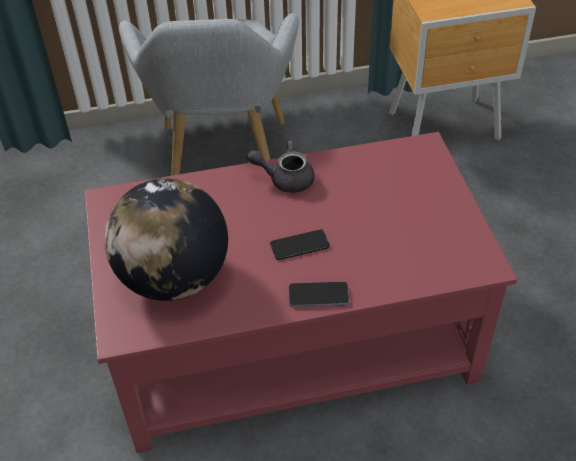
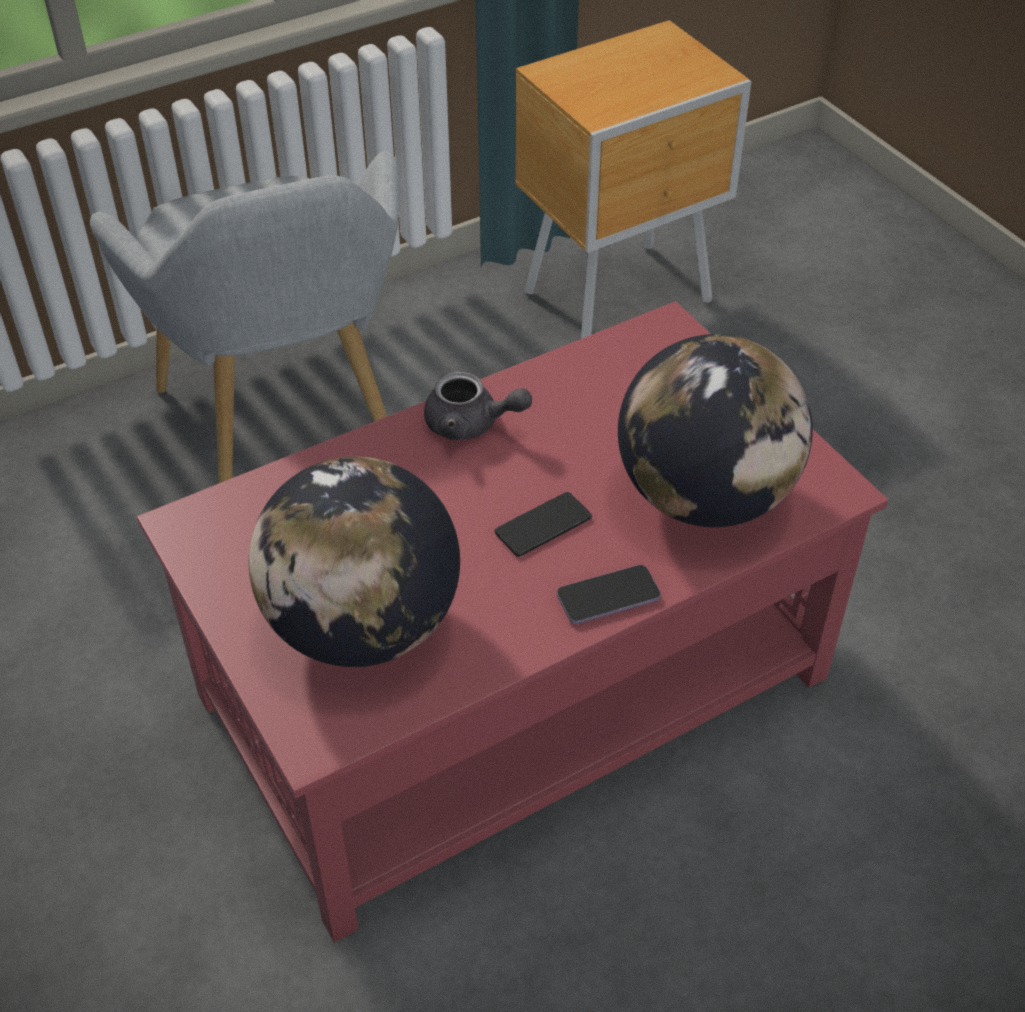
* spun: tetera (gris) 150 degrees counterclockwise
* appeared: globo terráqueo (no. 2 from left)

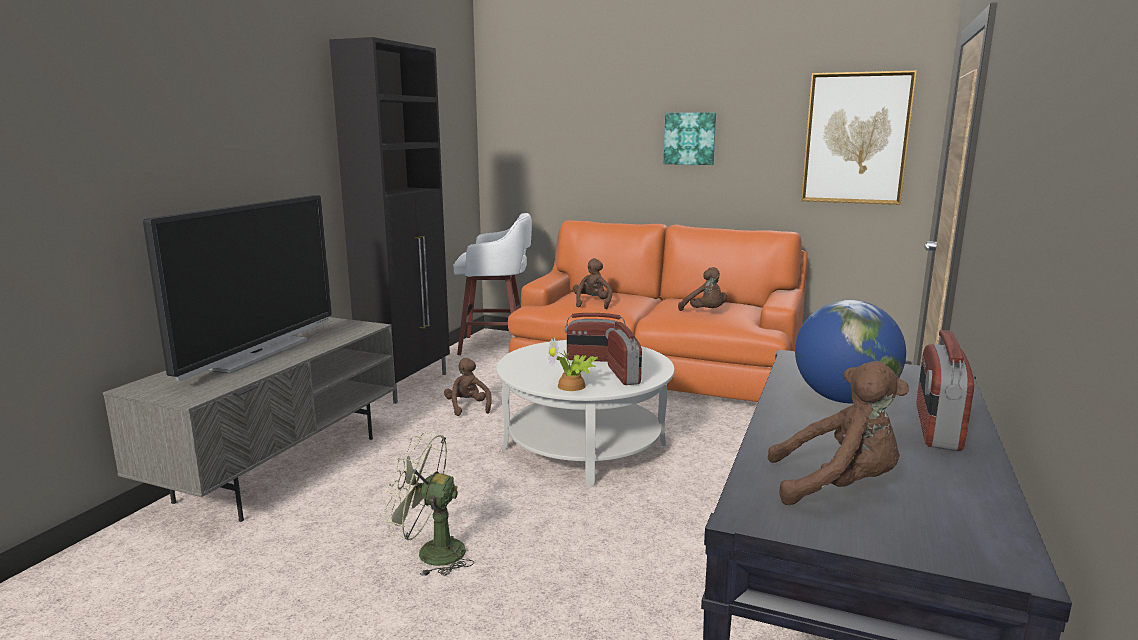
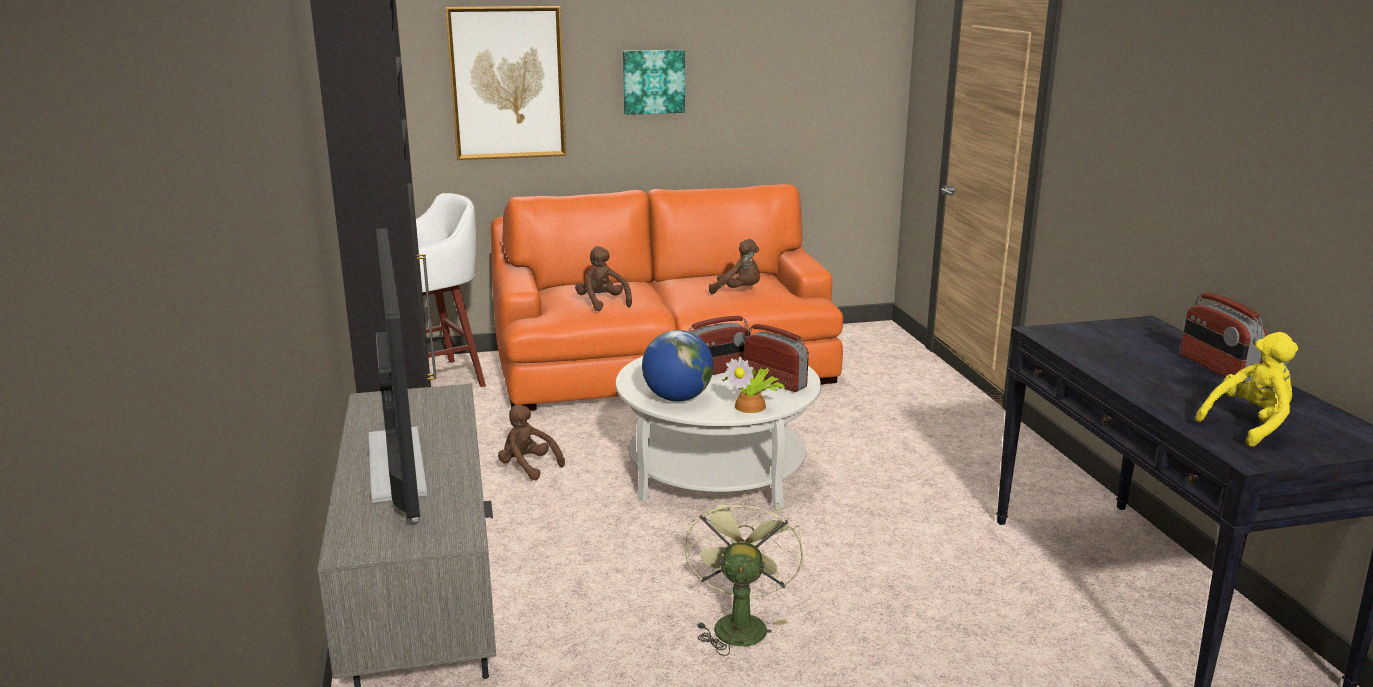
* relocated: cuadro (no. 2 from left in the first image) to cuadro (no. 1 from left)
* relocated: globo terráqueo
* spun: ventilador (verde) 120 degrees clockwise
* colour: peluche (marrón) (no. 4 from left) to peluche (amarillo)

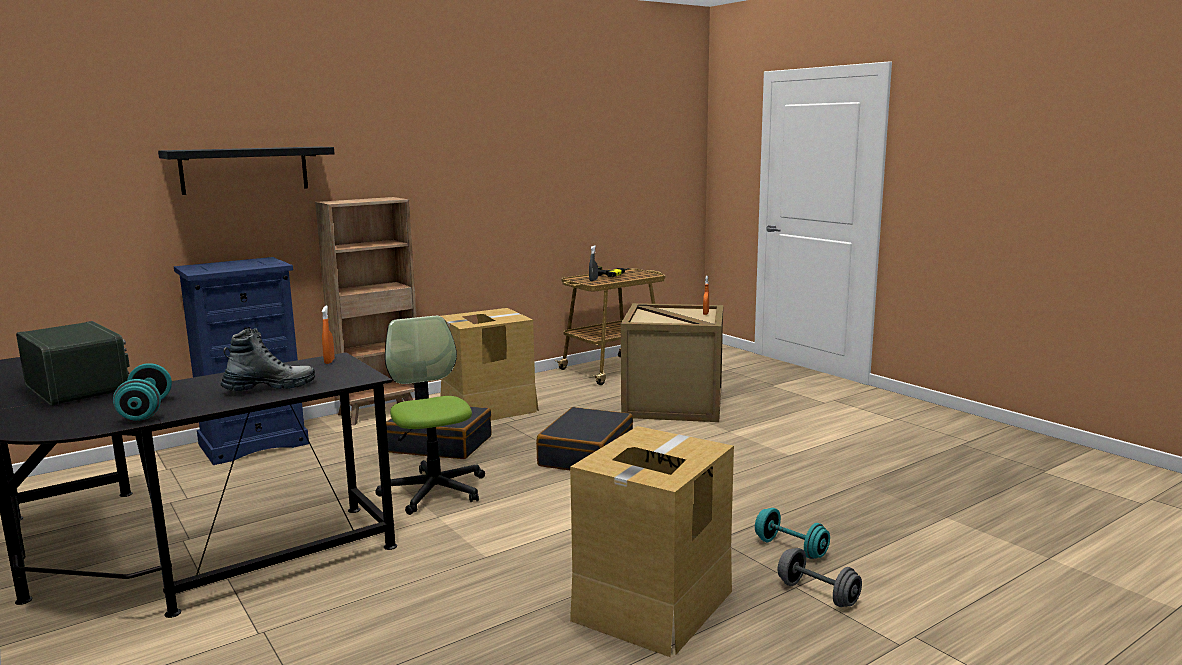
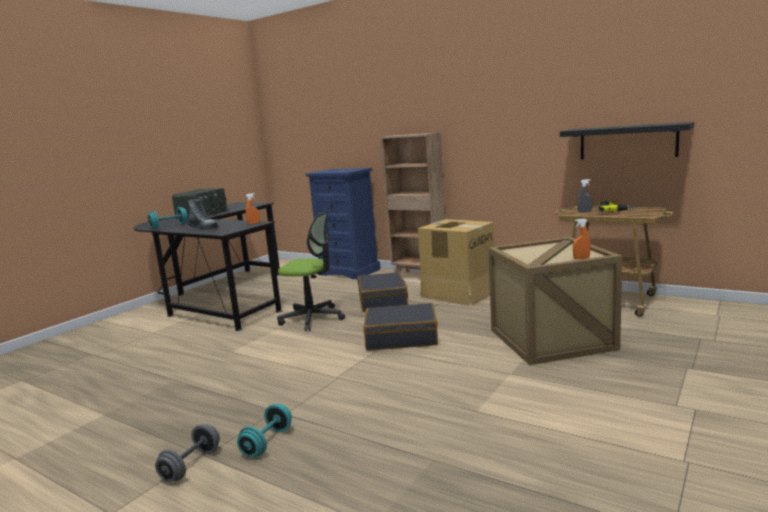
* spun: silla de oficina 60 degrees clockwise
* relocated: estante (negro)
* missing: caja de cartón (no. 2 from left)

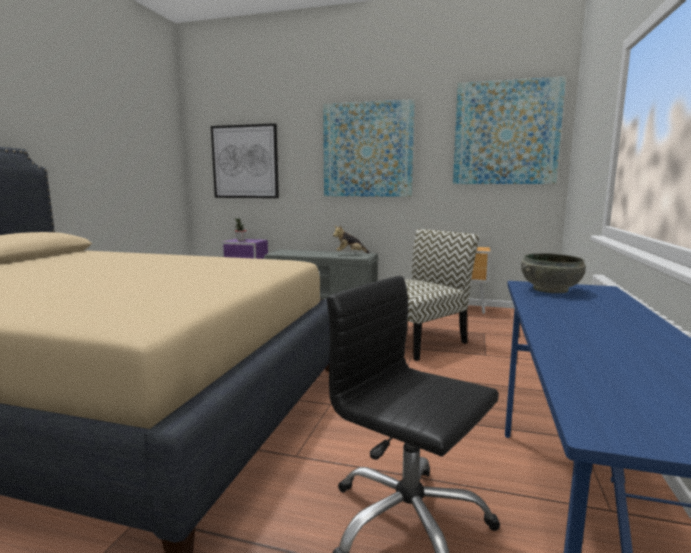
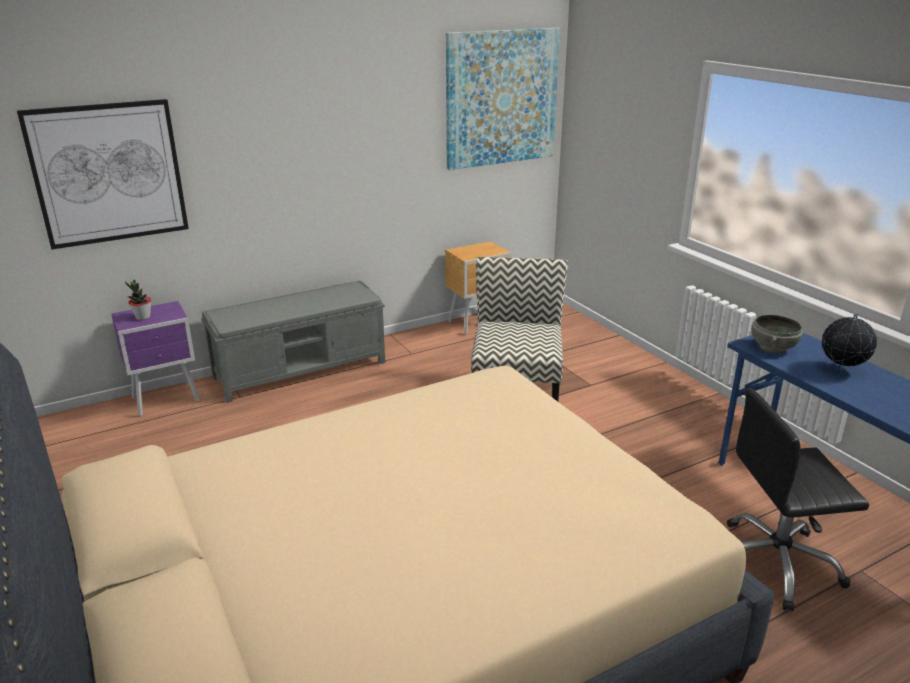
* appeared: globo terráqueo
* missing: cuadro (no. 2 from left)
* missing: peluche

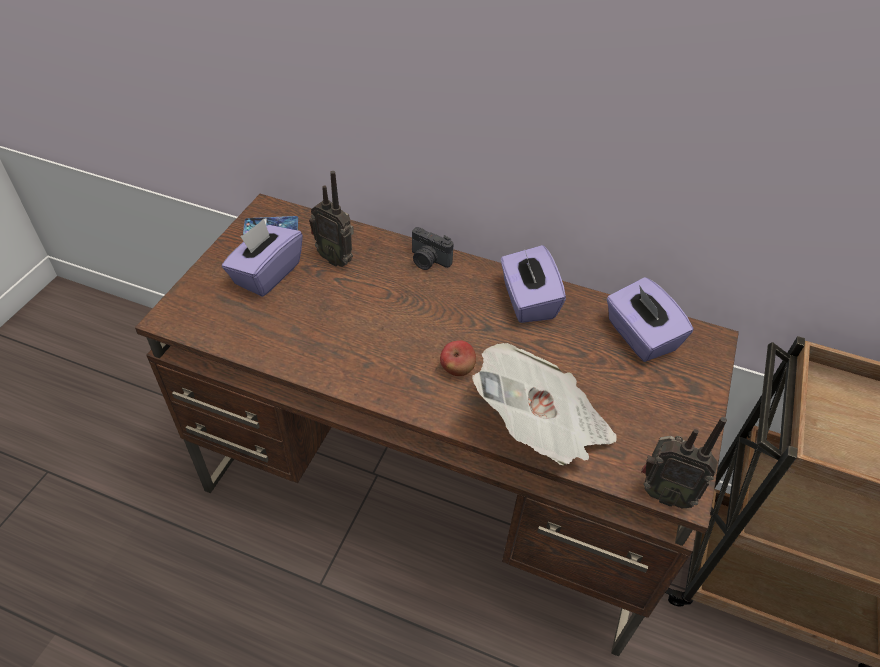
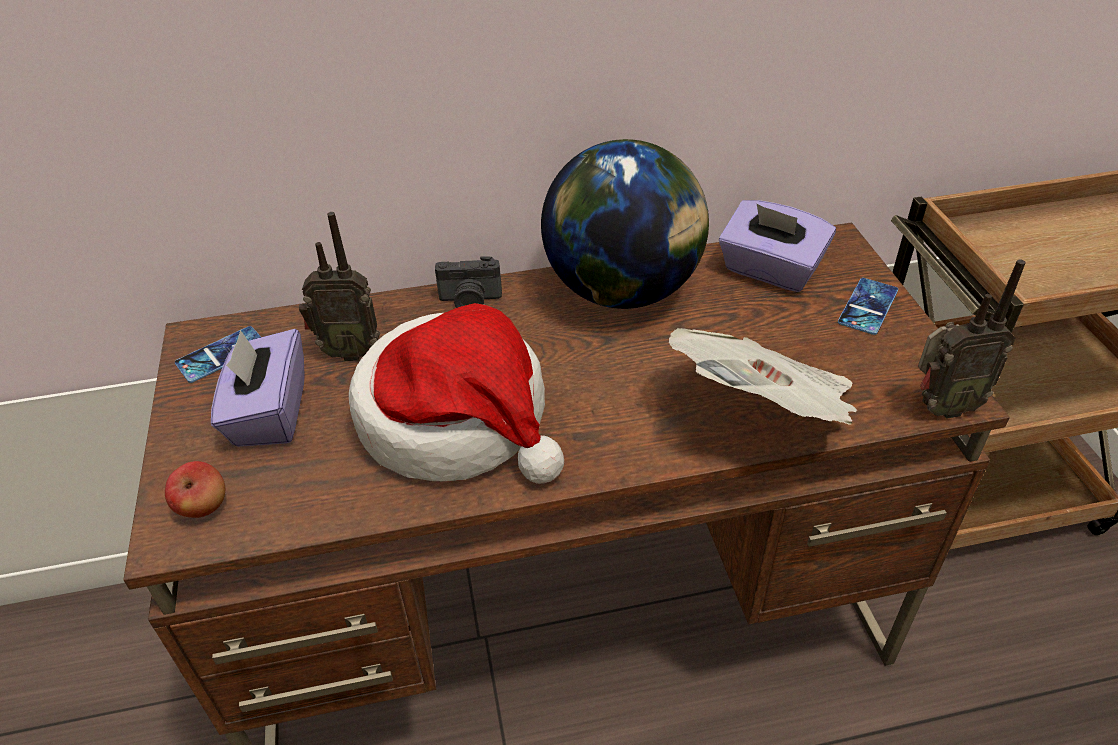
* relocated: manzana
* appeared: sombrero
* exchanged: caja de pañuelos (morado) (no. 2 from left) to globo terráqueo
* appeared: móvil (no. 2 from left)

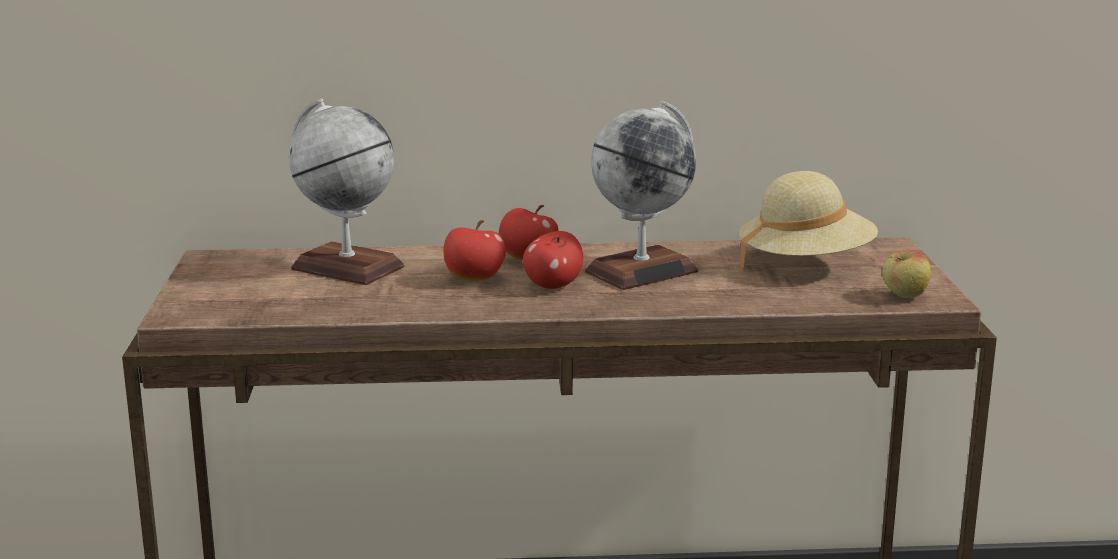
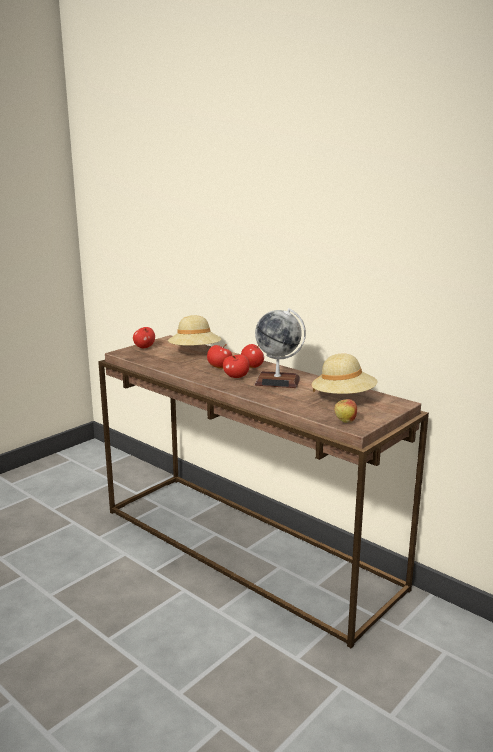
* appeared: manzana (no. 1 from left)
* exchanged: globo terráqueo (no. 1 from left) to sombrero (beis) (no. 1 from left)

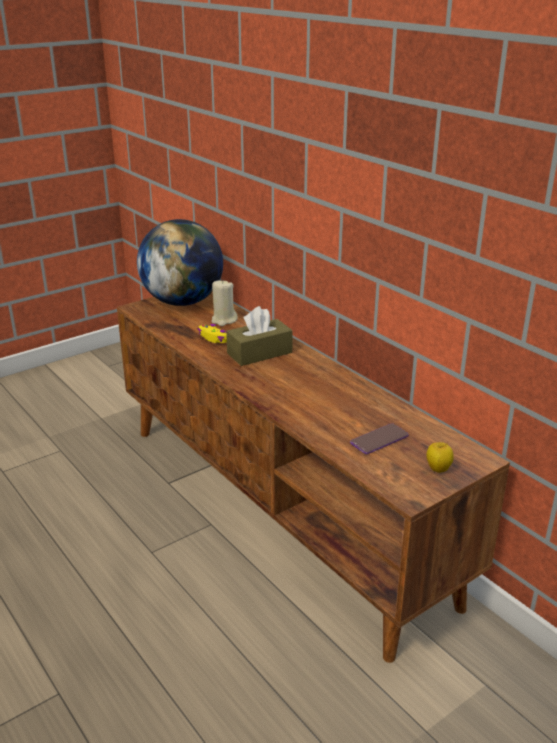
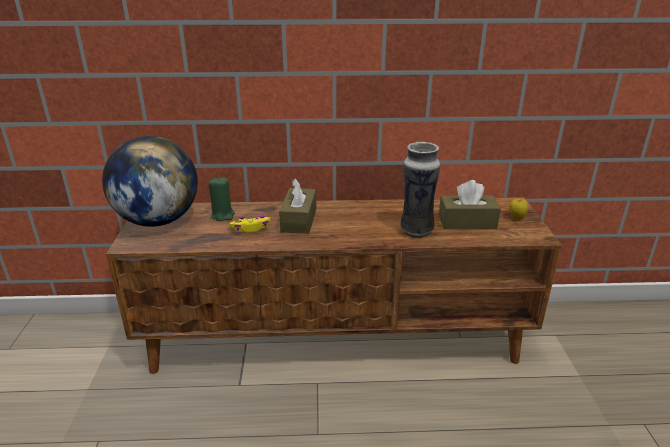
* colour: vela (beis) to vela (verde)
* appeared: florero
* exchanged: móvil to caja de pañuelos (marrón) (no. 2 from left)

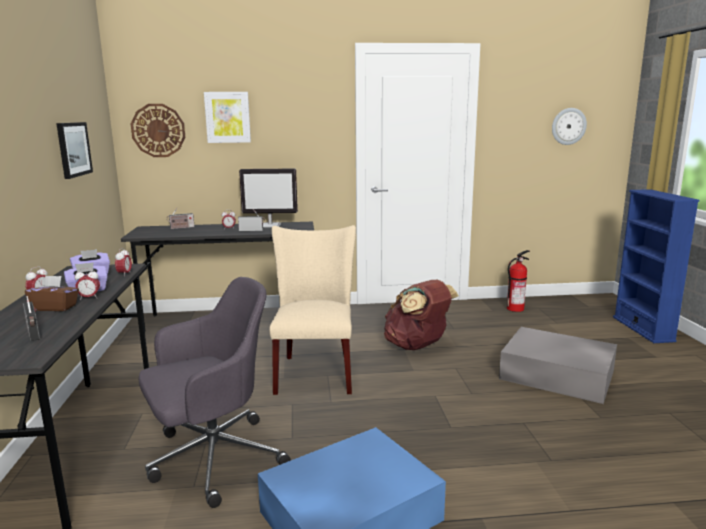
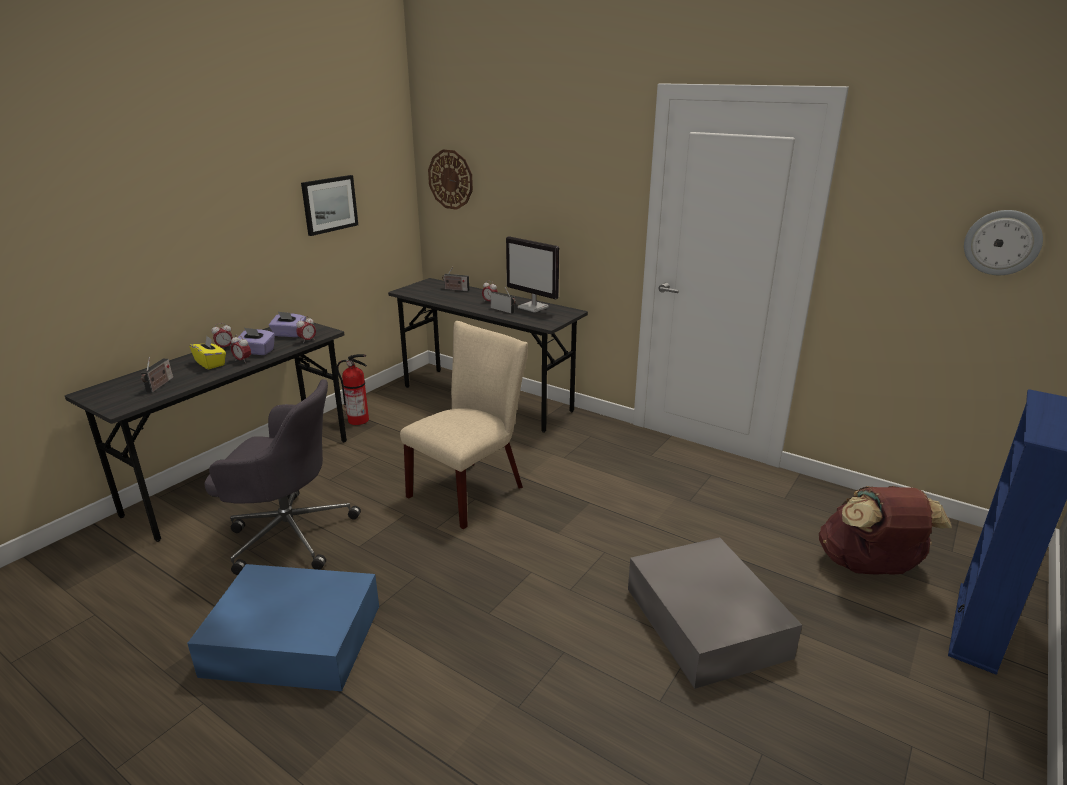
* colour: caja de pañuelos (marrón) to caja de pañuelos (amarillo)
* relocated: extintor
* relocated: mochila (marrón)
* missing: cuadro (no. 2 from left)

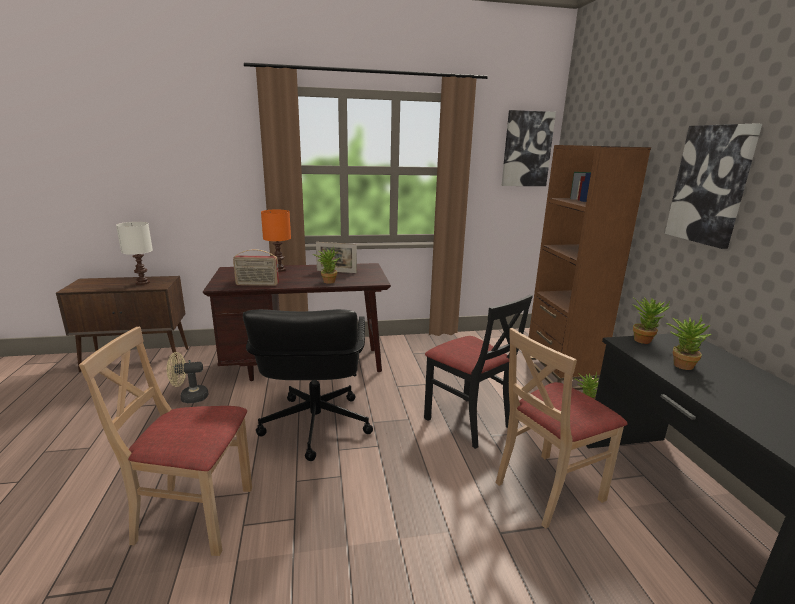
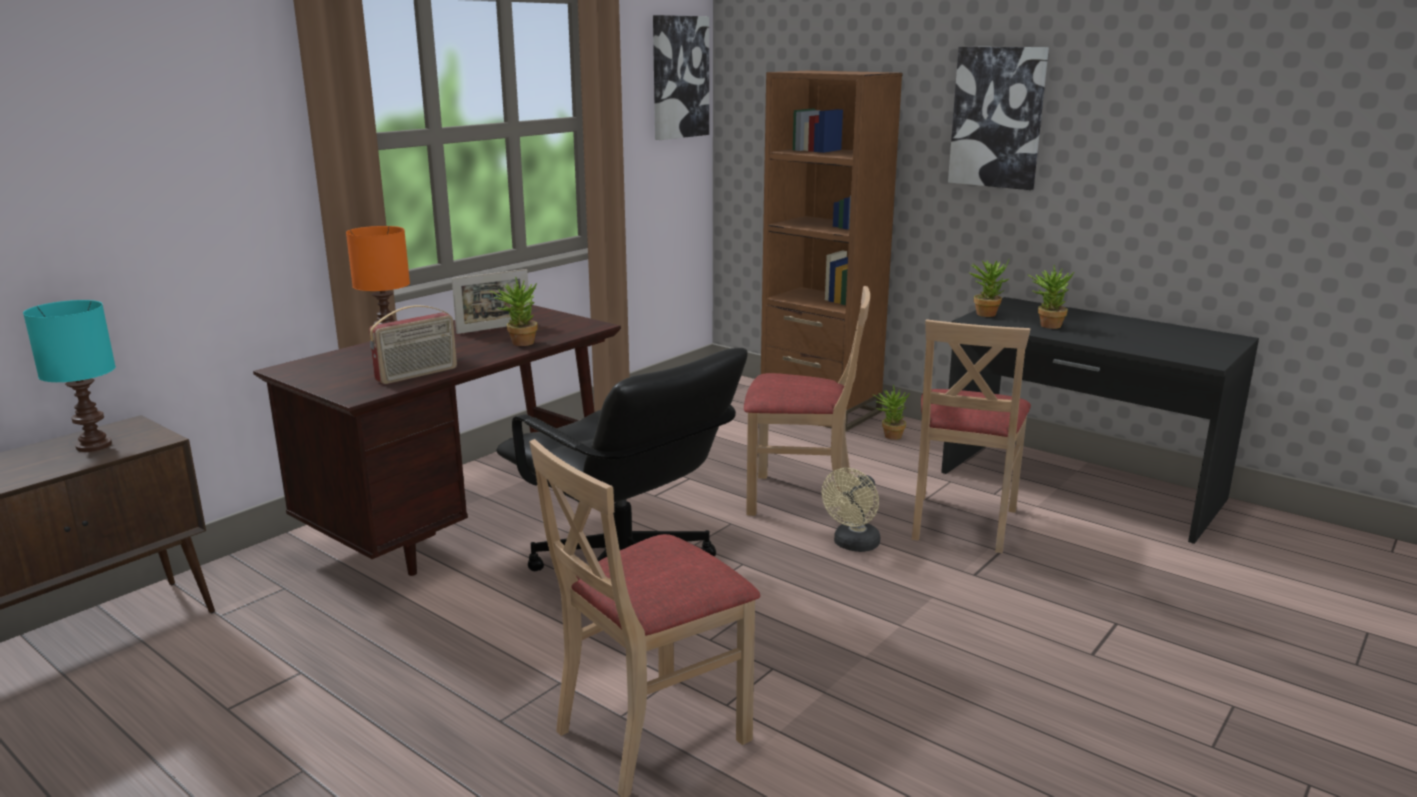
* colour: lámpara de mesa (blanco) to lámpara de mesa (turquesa)
* colour: silla (negro) to silla (beis) (no. 2 from left)
* relocated: ventilador (beis)

